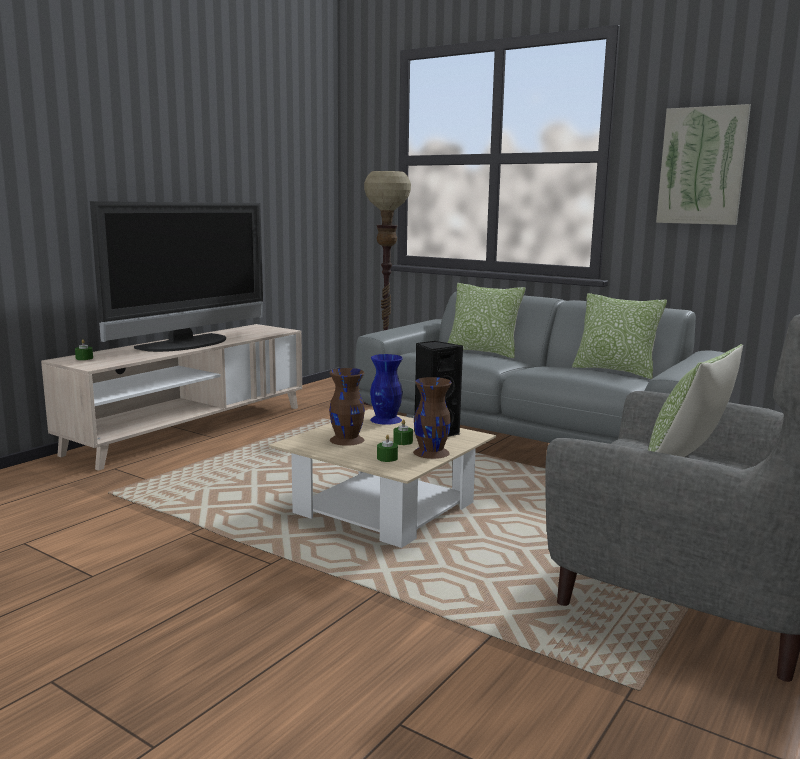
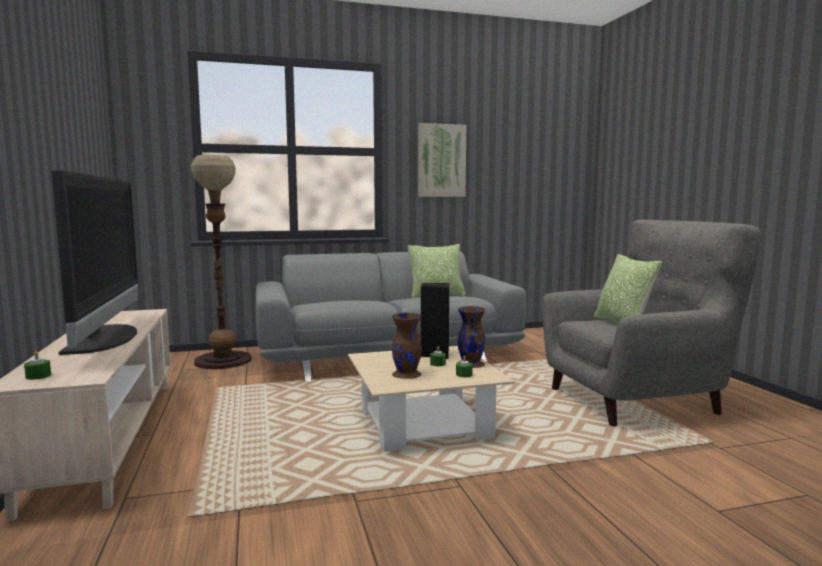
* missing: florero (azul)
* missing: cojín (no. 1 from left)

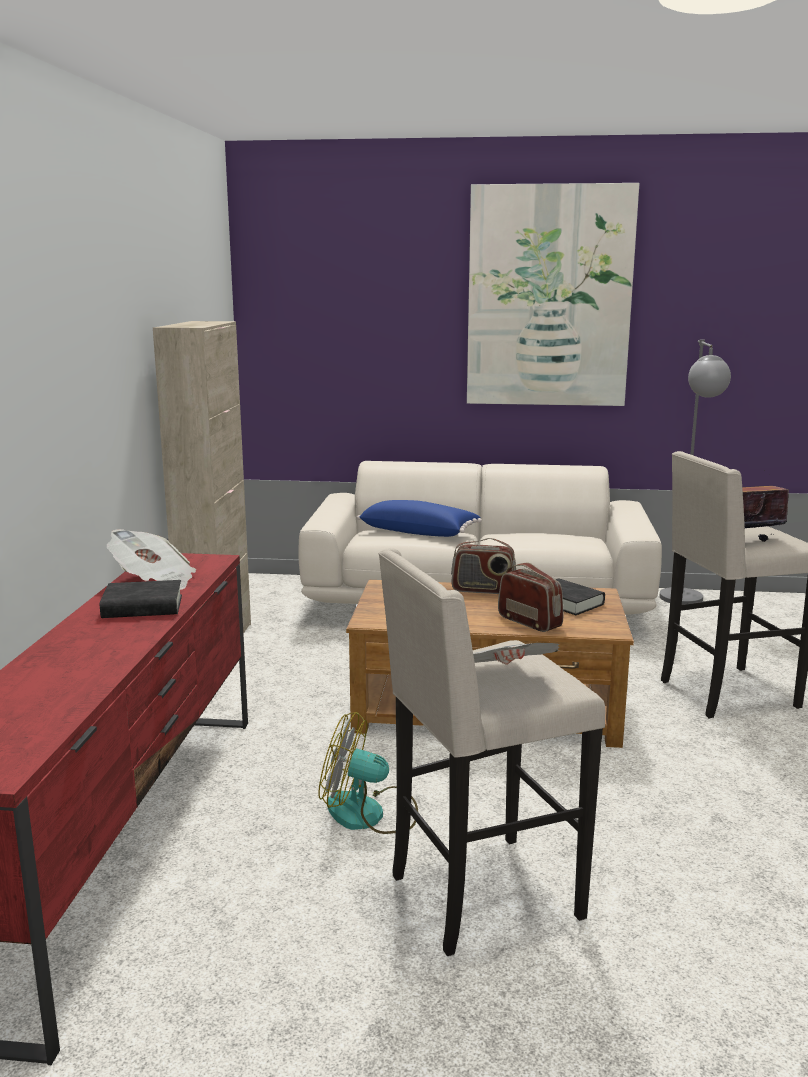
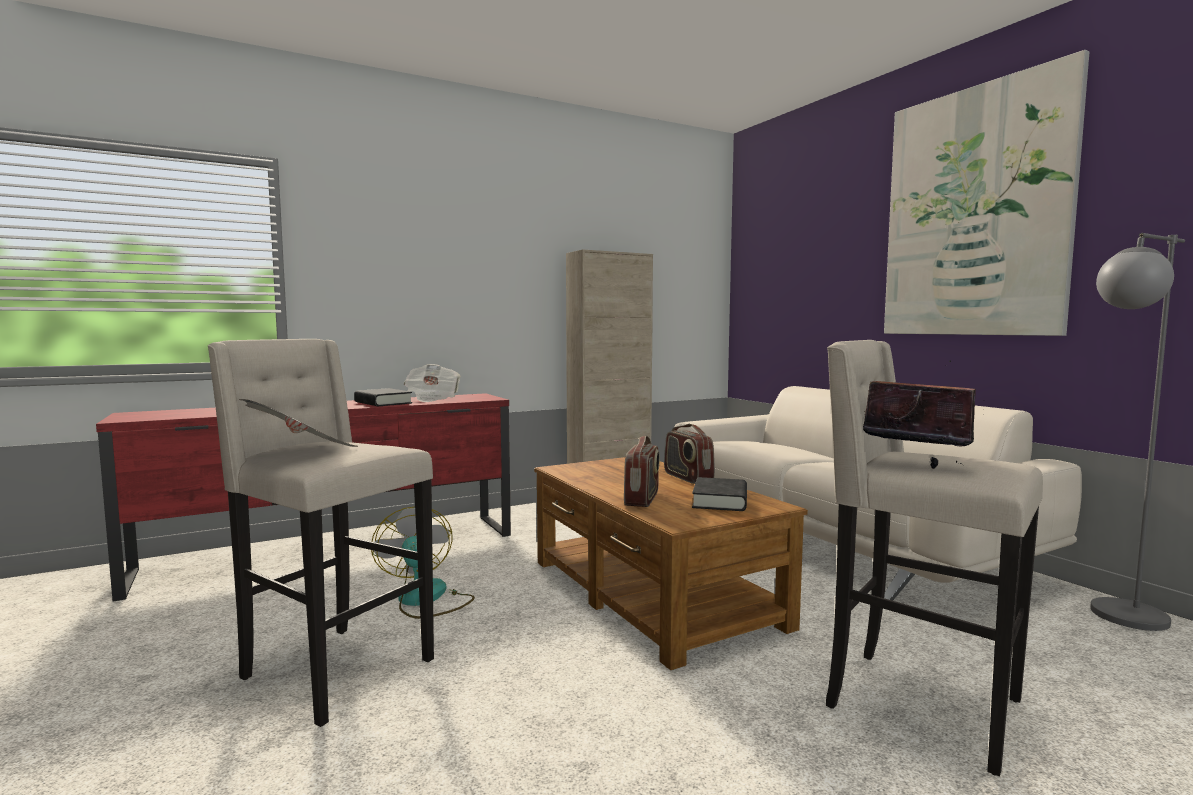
* missing: cojín (azul)

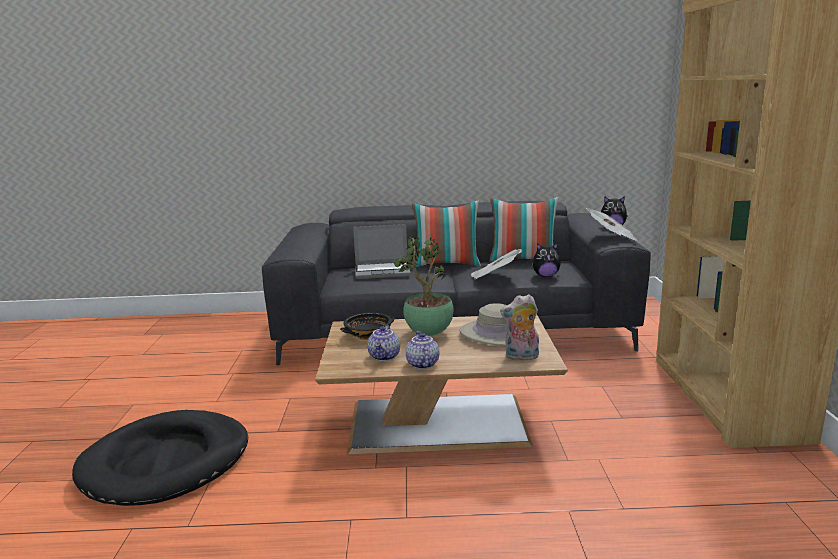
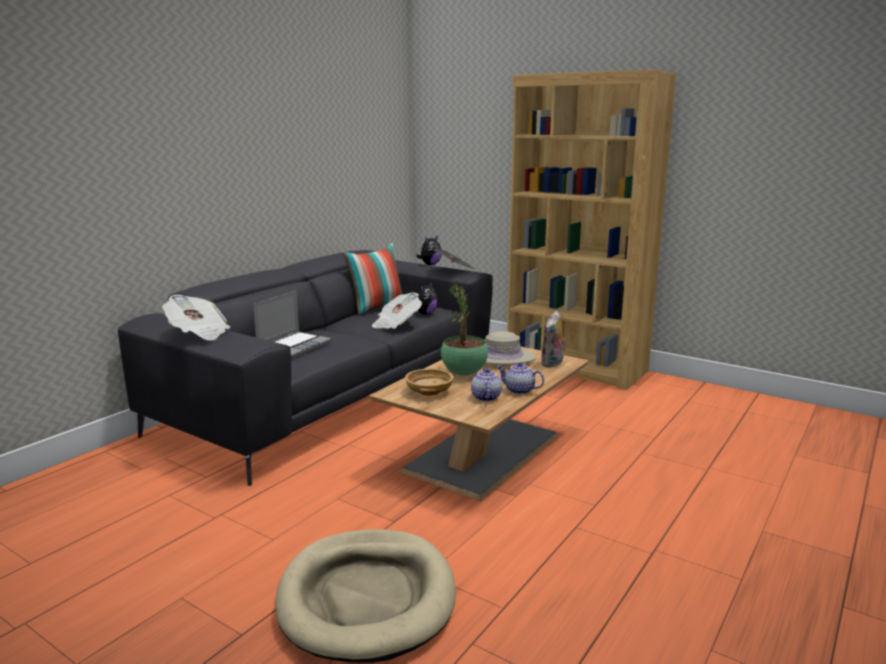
* appeared: periódico (no. 1 from left)
* colour: cama para perro (negro) to cama para perro (beis)
* colour: cuenco (negro) to cuenco (beis)
* spun: tetera (no. 1 from left) 135 degrees counterclockwise
* missing: cojín (no. 1 from left)

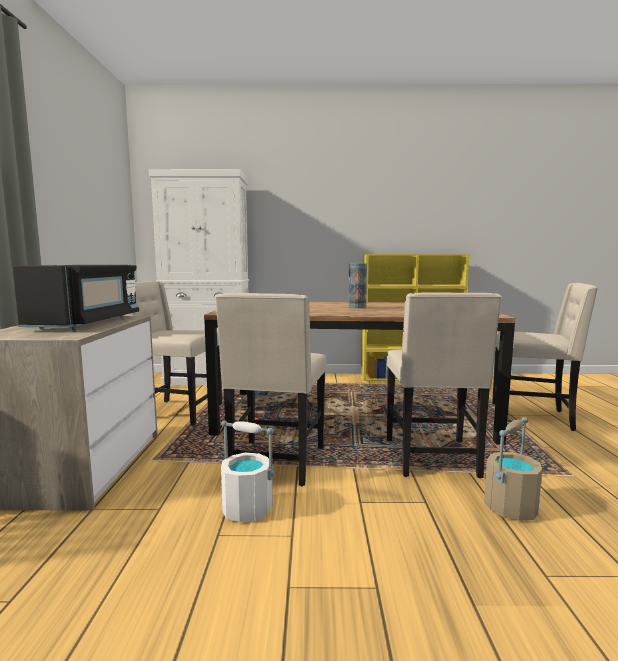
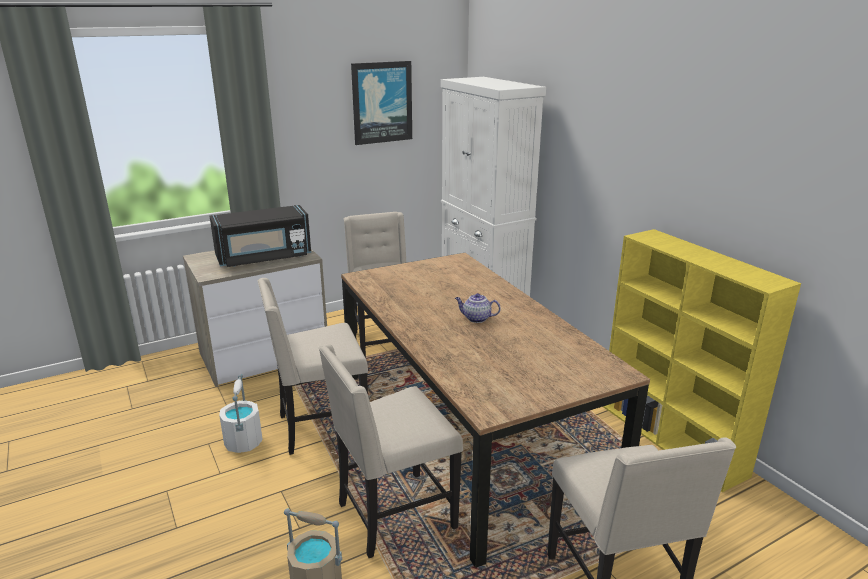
* appeared: cuadro
* exchanged: florero to tetera

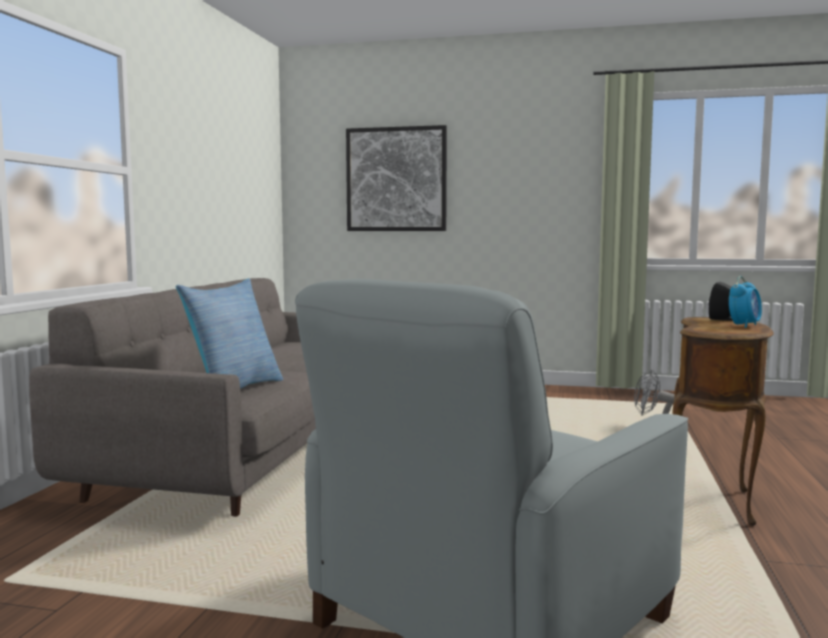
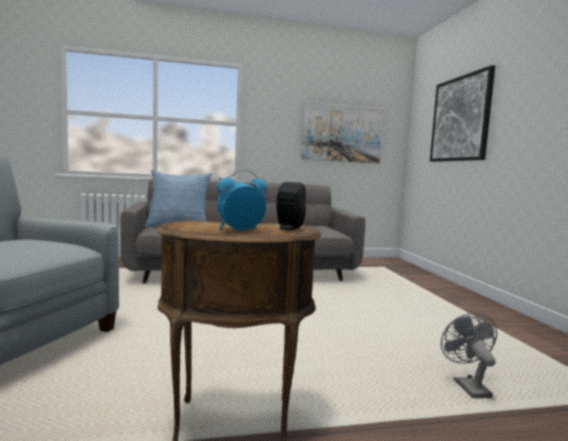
* spun: despertador 135 degrees clockwise
* appeared: cuadro (no. 1 from left)

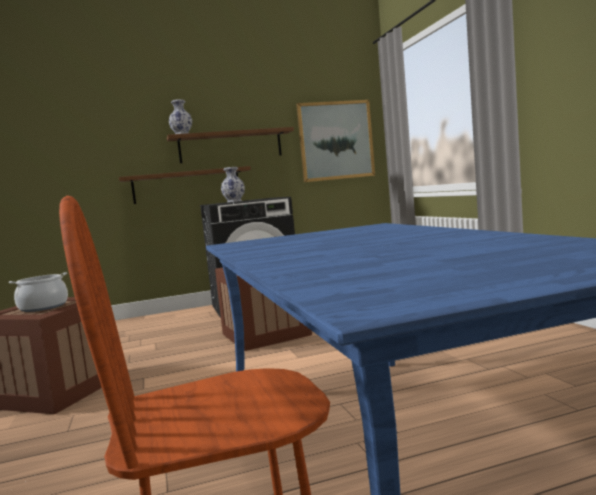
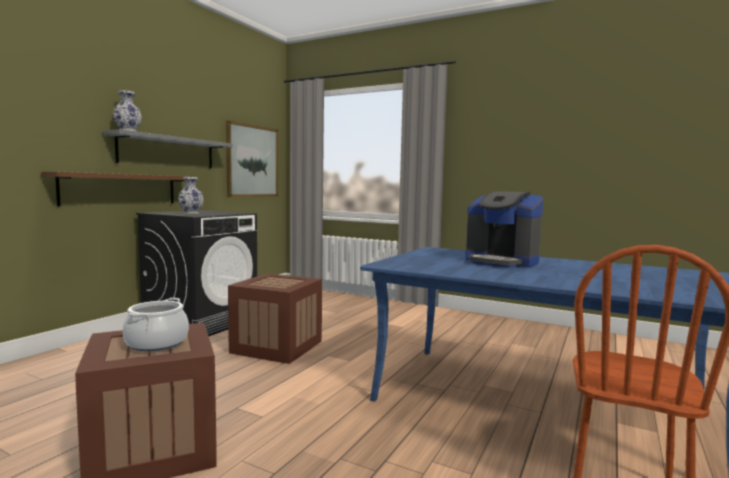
* colour: estante (marrón) (no. 2 from left) to estante (gris)
* appeared: cafetera

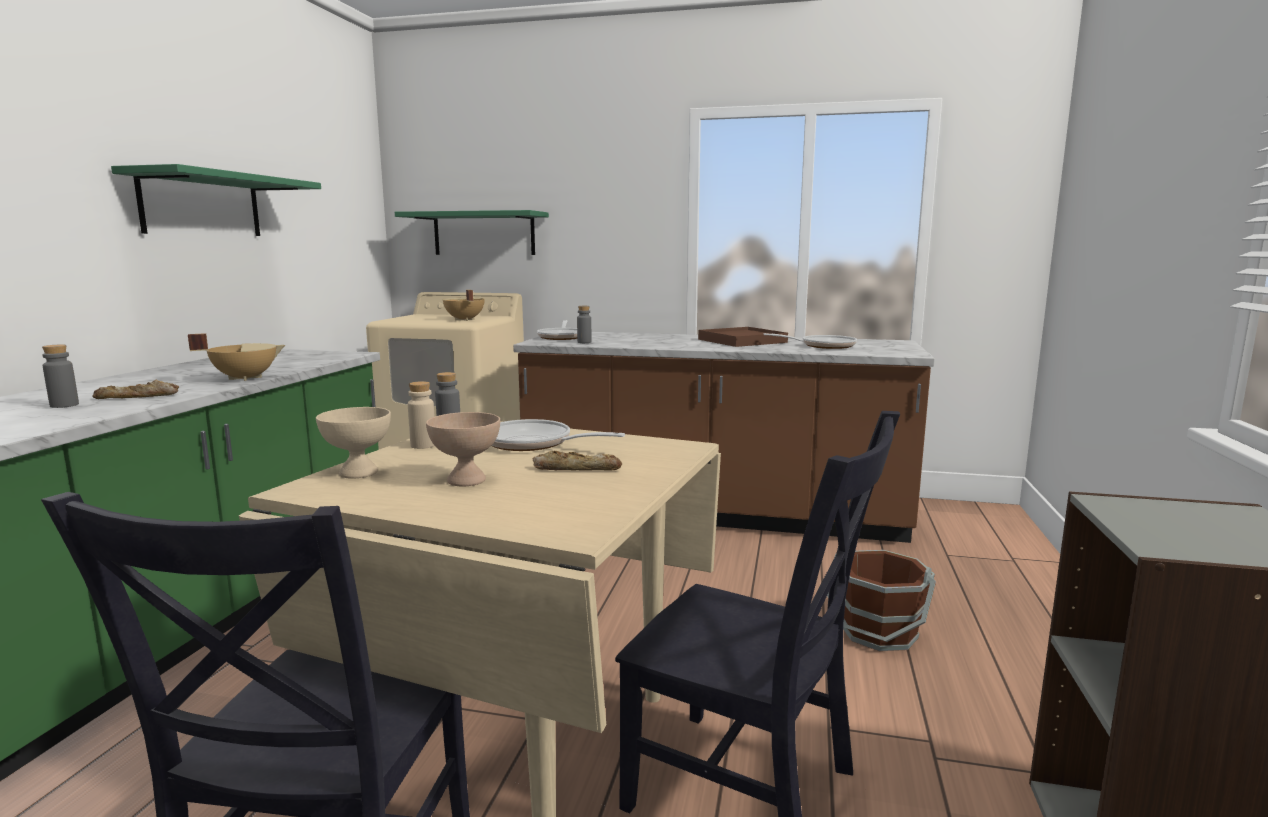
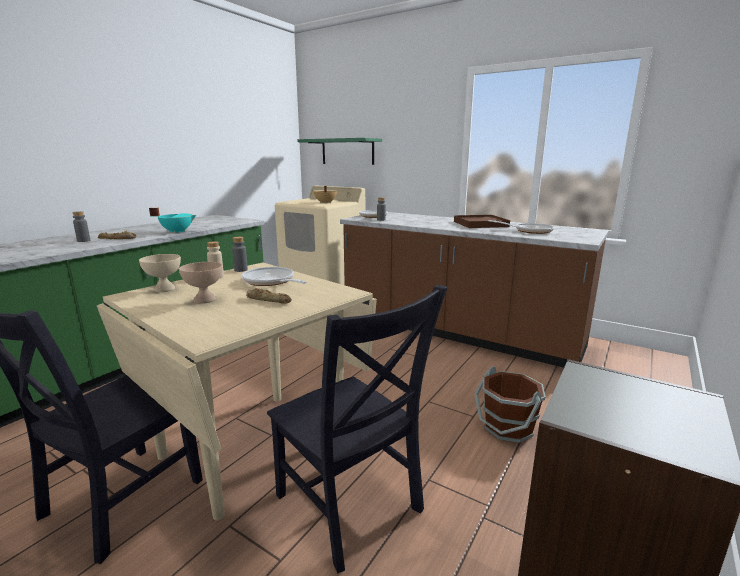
* colour: olla (beis) (no. 1 from left) to olla (turquesa)
* missing: estante (verde) (no. 1 from left)

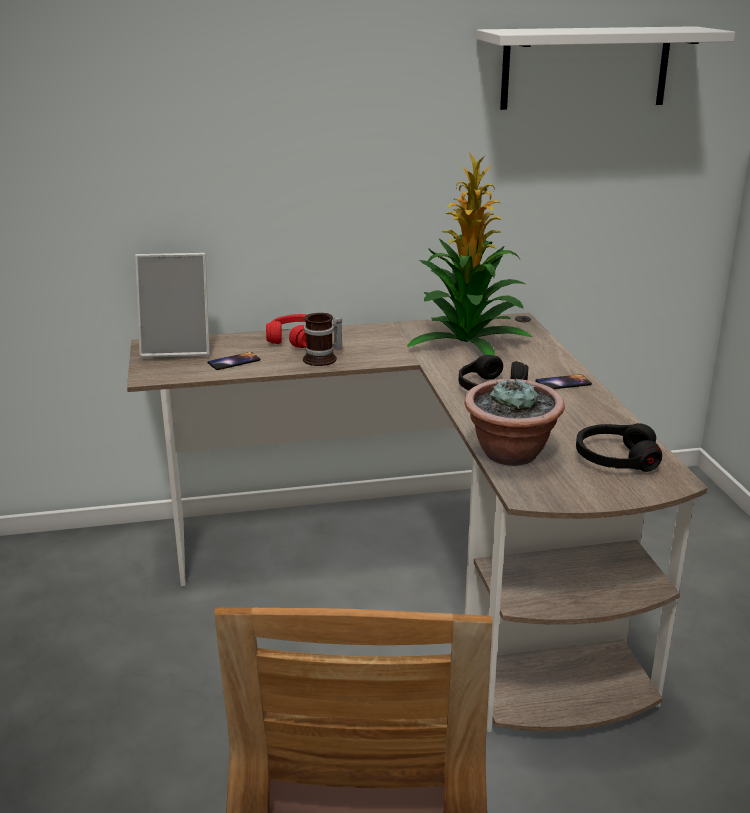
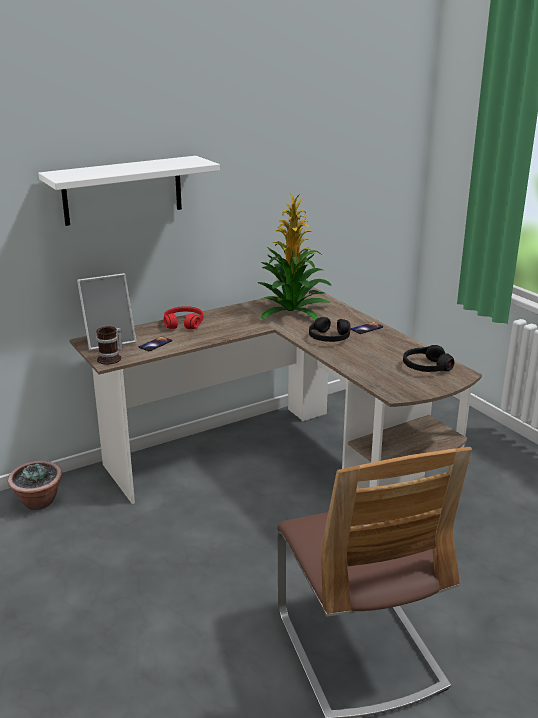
* relocated: planta en maceta (no. 2 from left in the first image) to planta en maceta (no. 1 from left)
* relocated: estante (blanco)
* relocated: taza grande

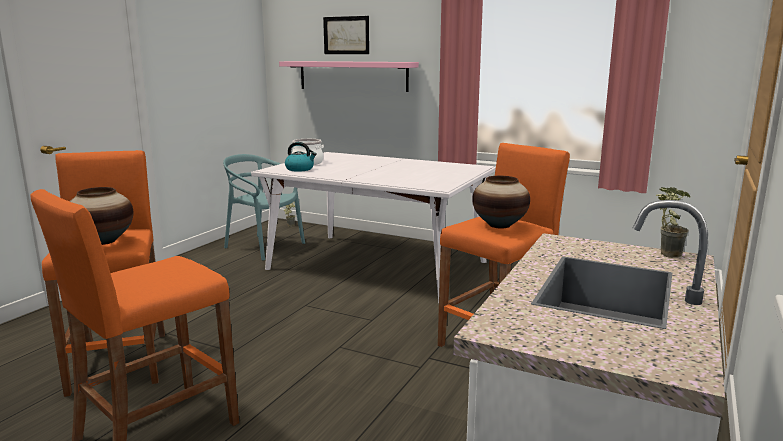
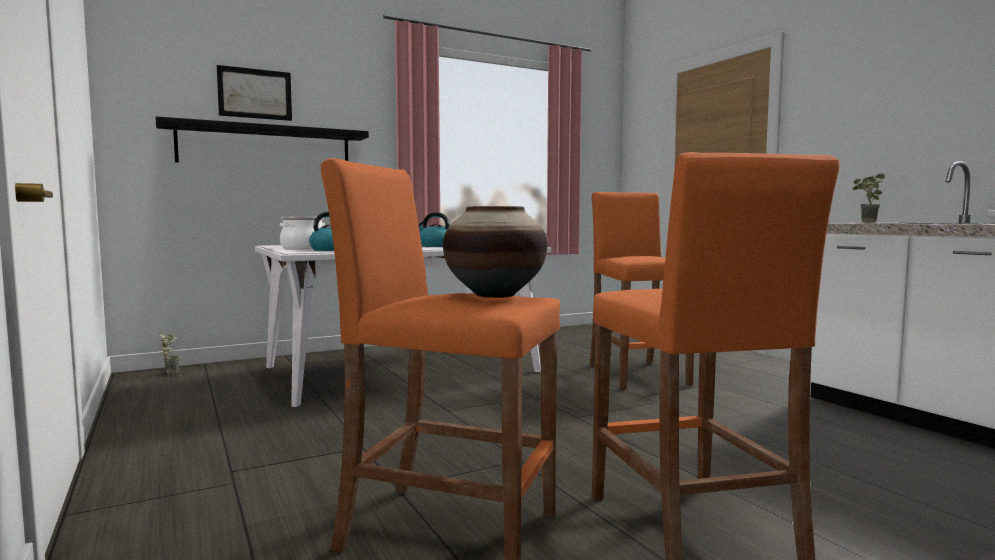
* colour: estante (rosa) to estante (negro)
* appeared: hervidor (no. 2 from left)
* missing: silla (turquesa)
* missing: florero (no. 2 from left)

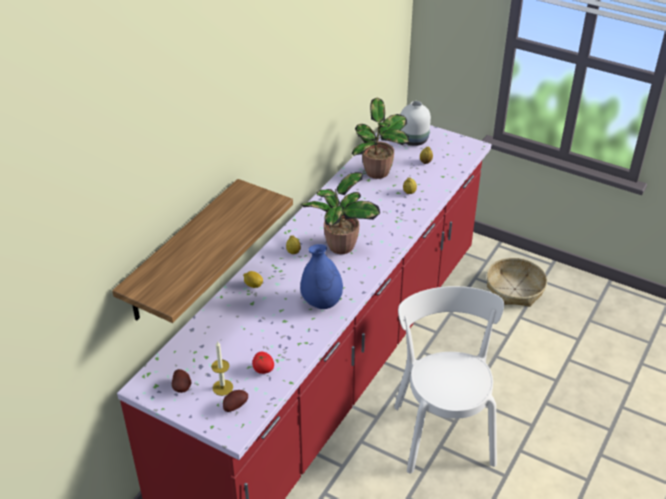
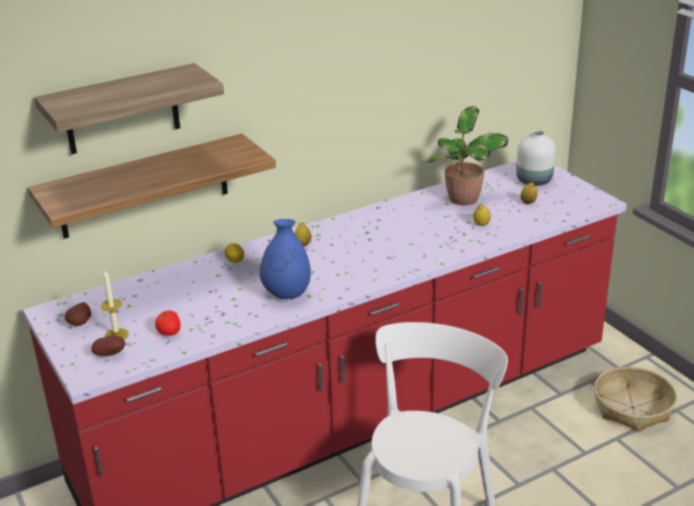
* appeared: estante (no. 1 from left)
* missing: planta en maceta (no. 1 from left)

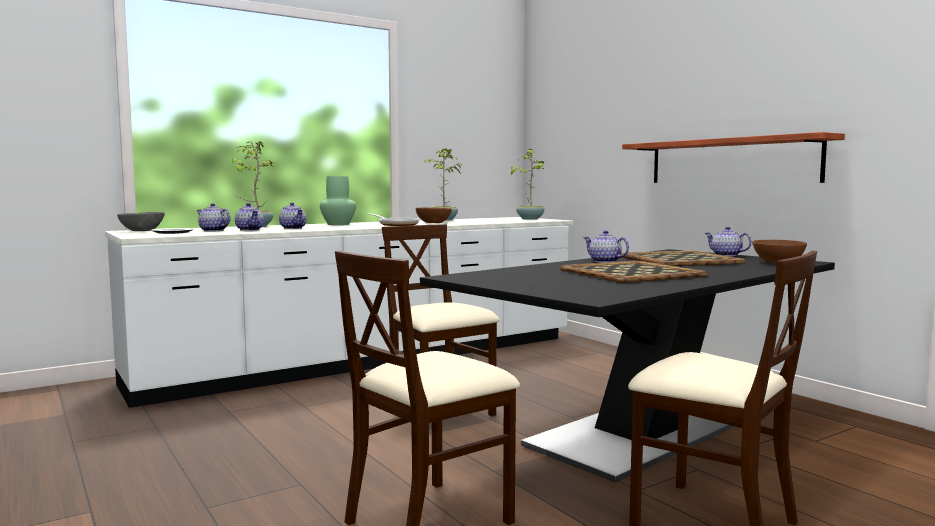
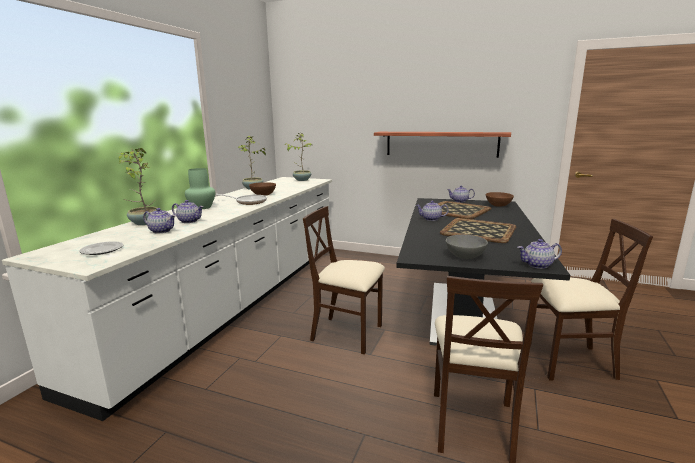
* relocated: cuenco (gris)
* relocated: tetera (no. 1 from left in the first image) to tetera (no. 5 from left)

